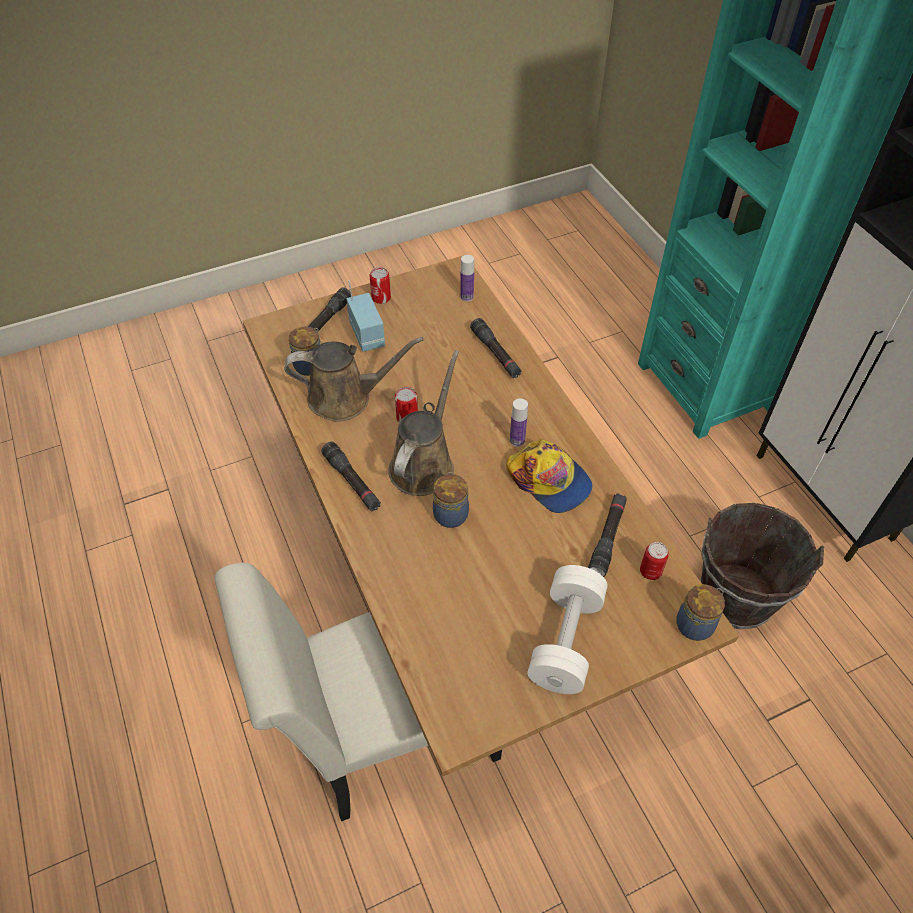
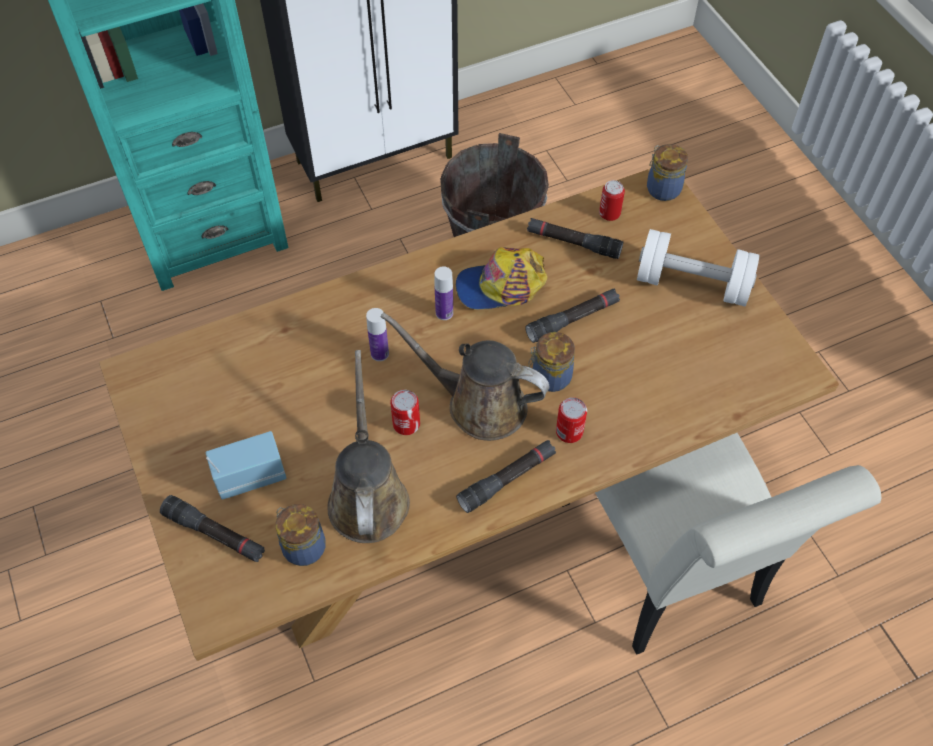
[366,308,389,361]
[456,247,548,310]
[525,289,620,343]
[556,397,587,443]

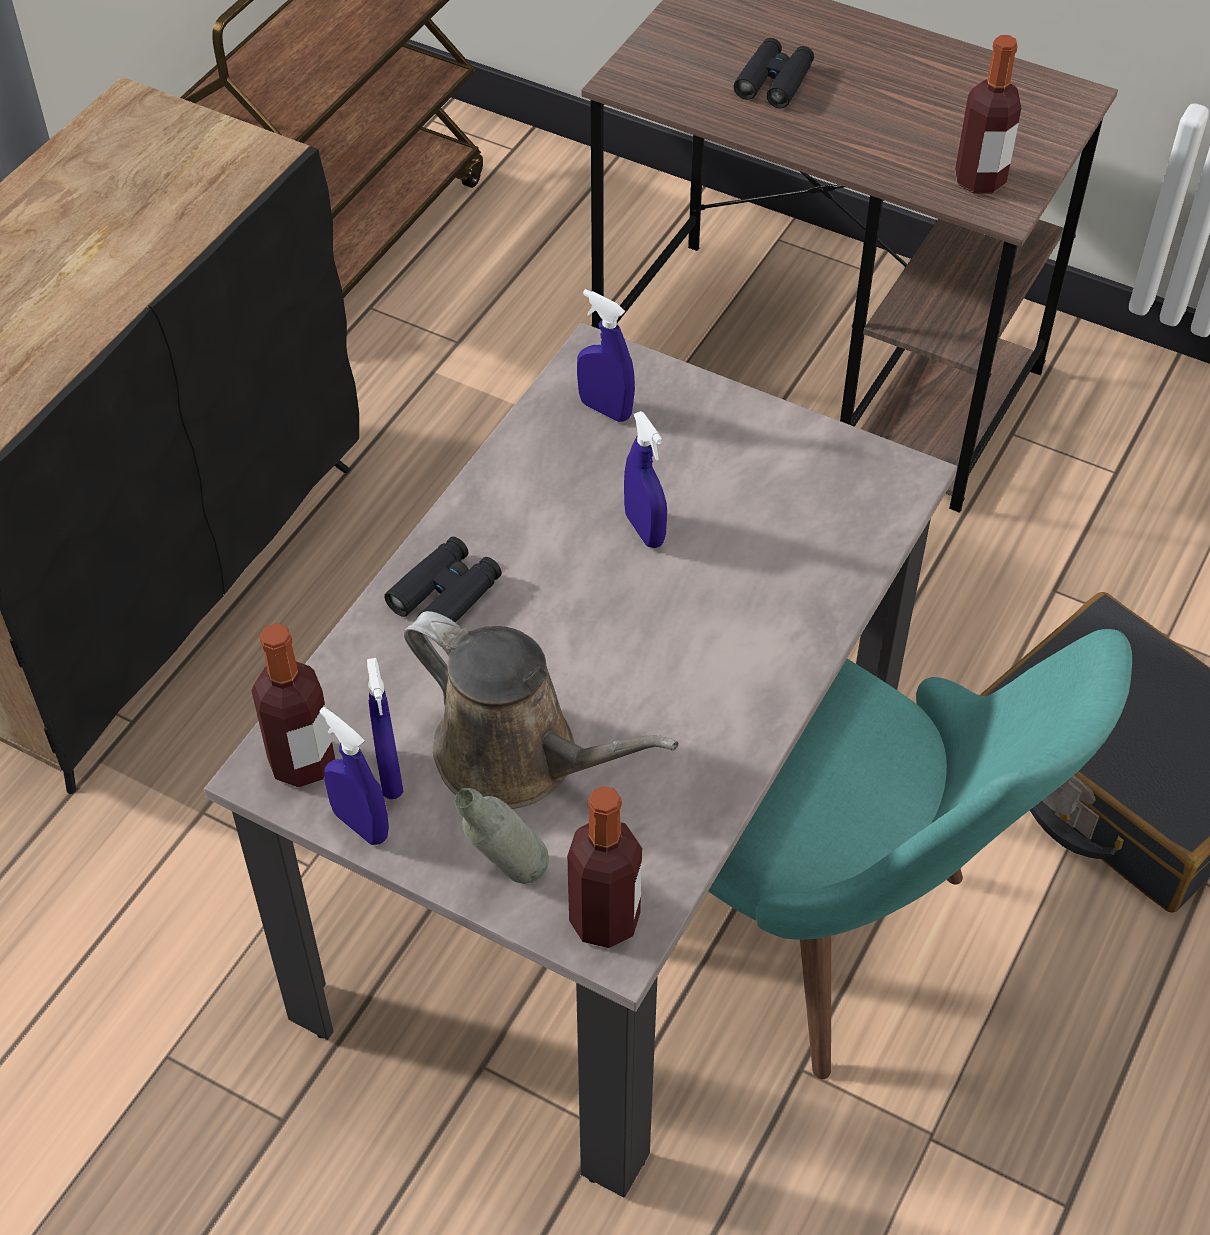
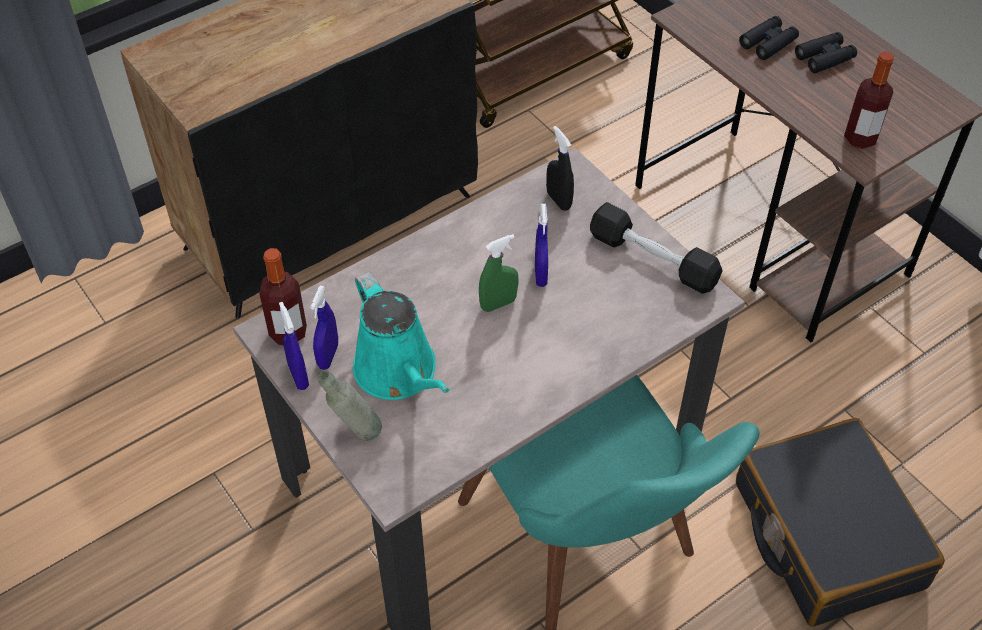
[353,272,450,400]
[479,234,518,312]
[546,126,574,211]
[590,202,723,294]
[795,32,857,73]
[567,786,642,948] (first image)

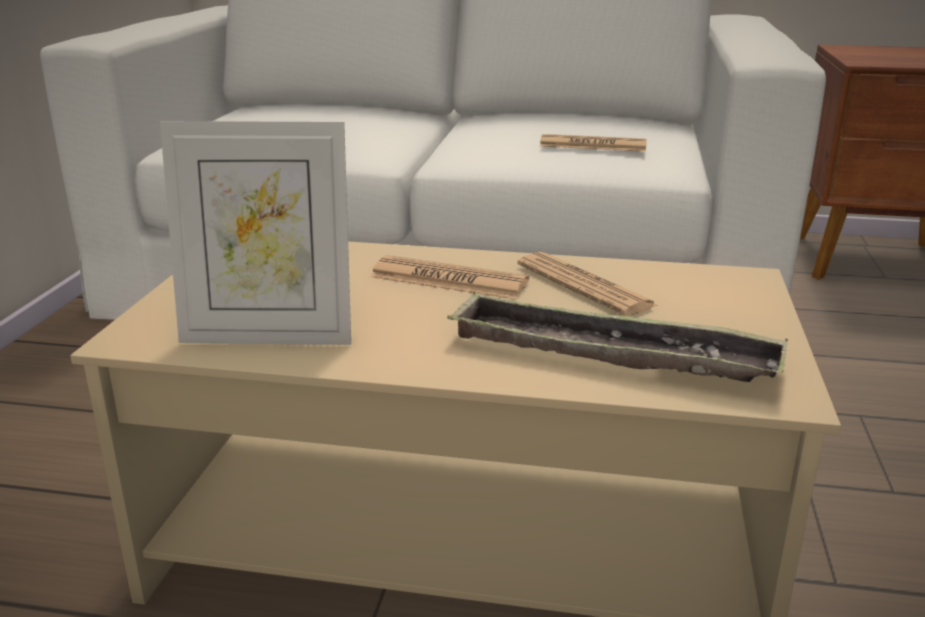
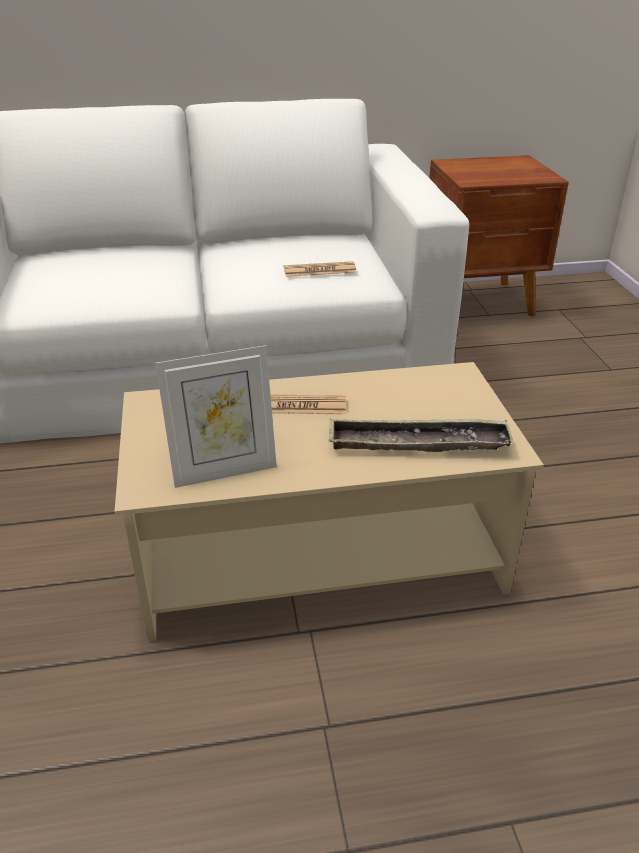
[517,252,659,316] (first image)

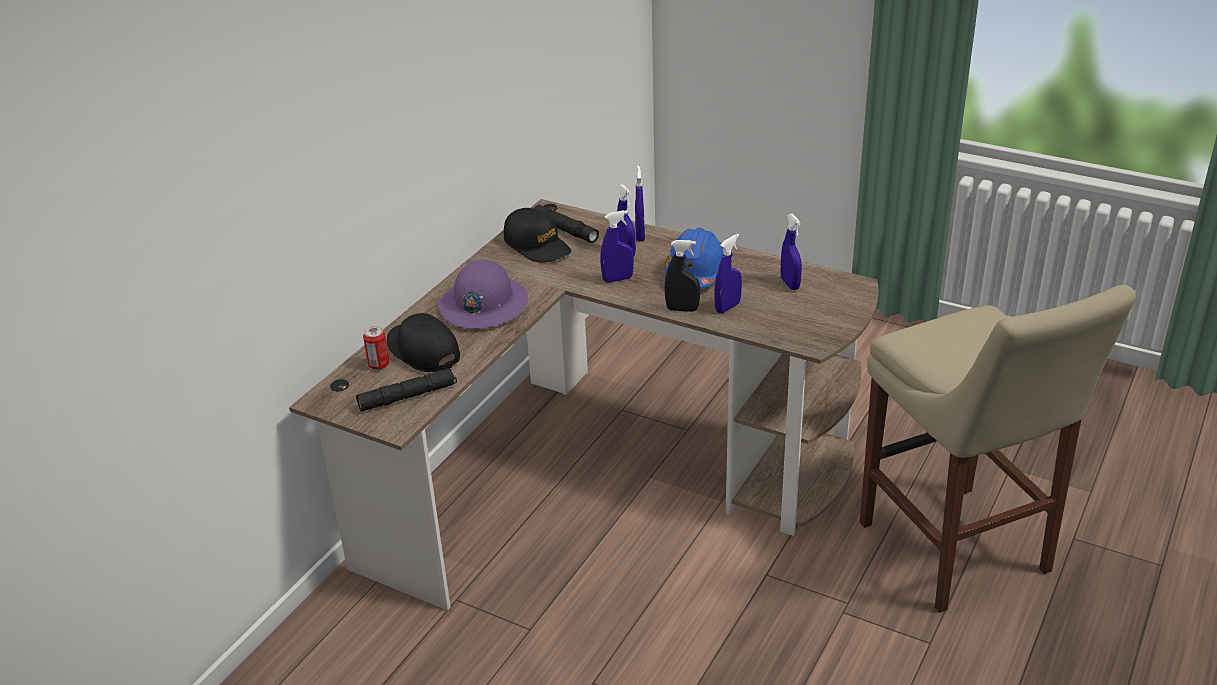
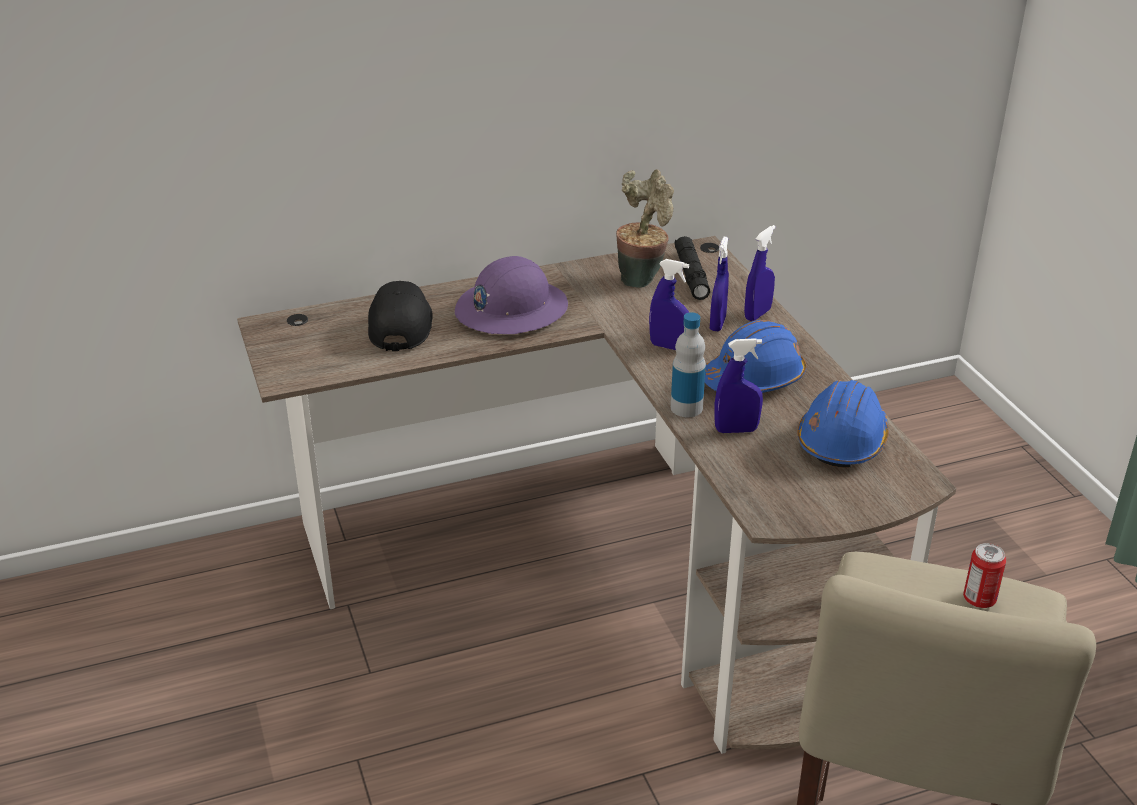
[616,169,674,288]
[671,312,706,417]
[797,380,889,468]
[963,543,1006,608]
[356,368,457,412] (first image)

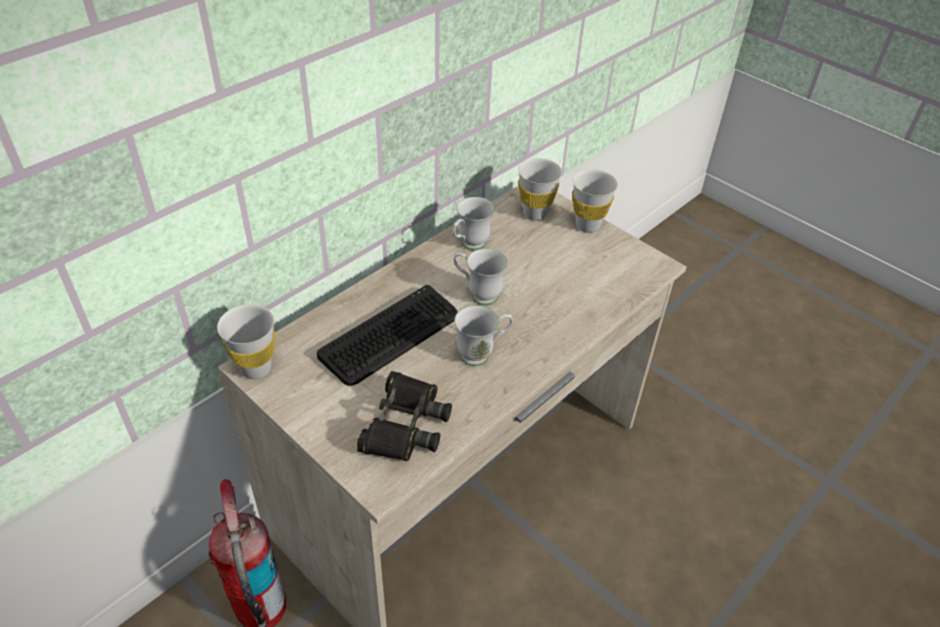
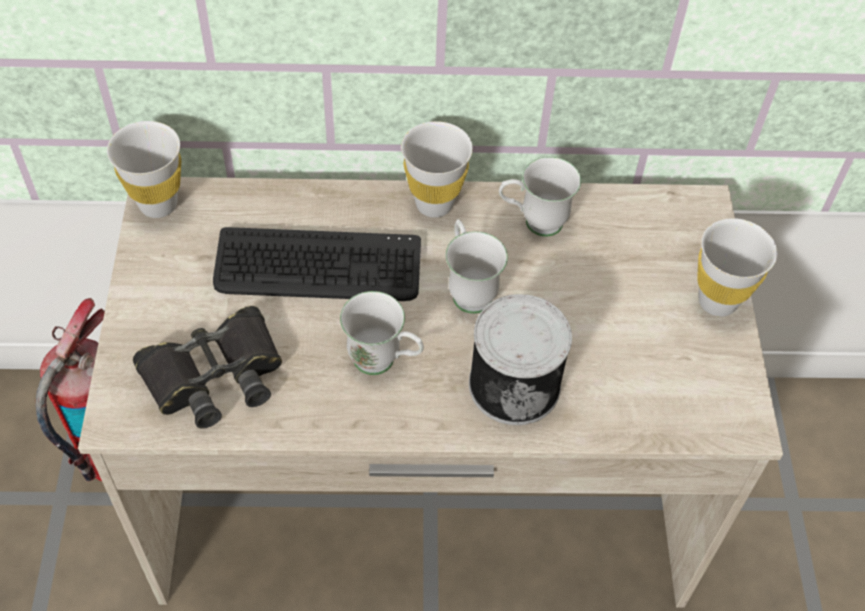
[401,121,473,218]
[469,294,572,425]

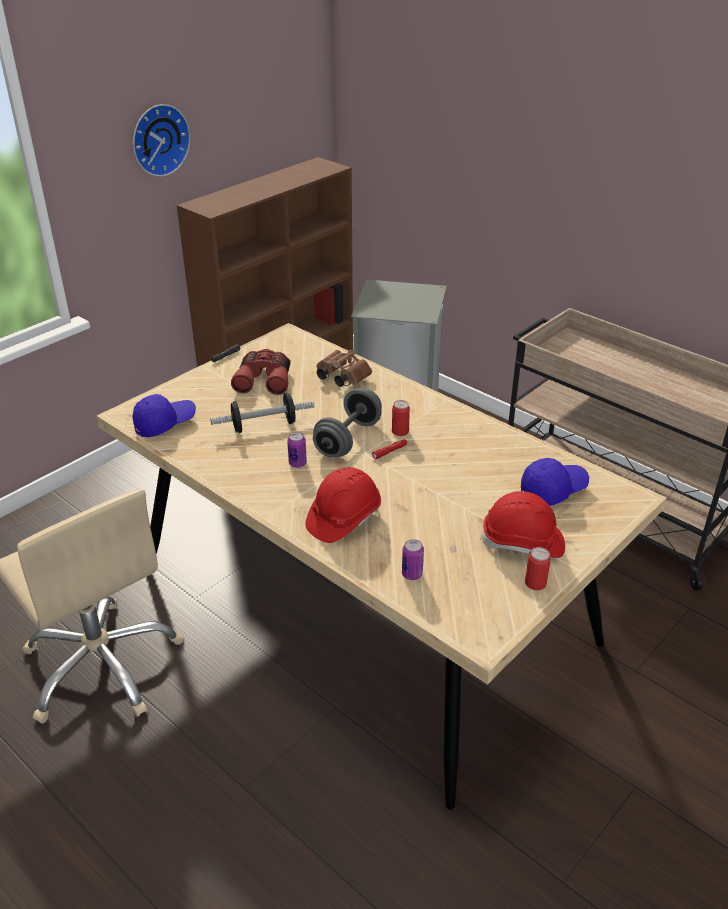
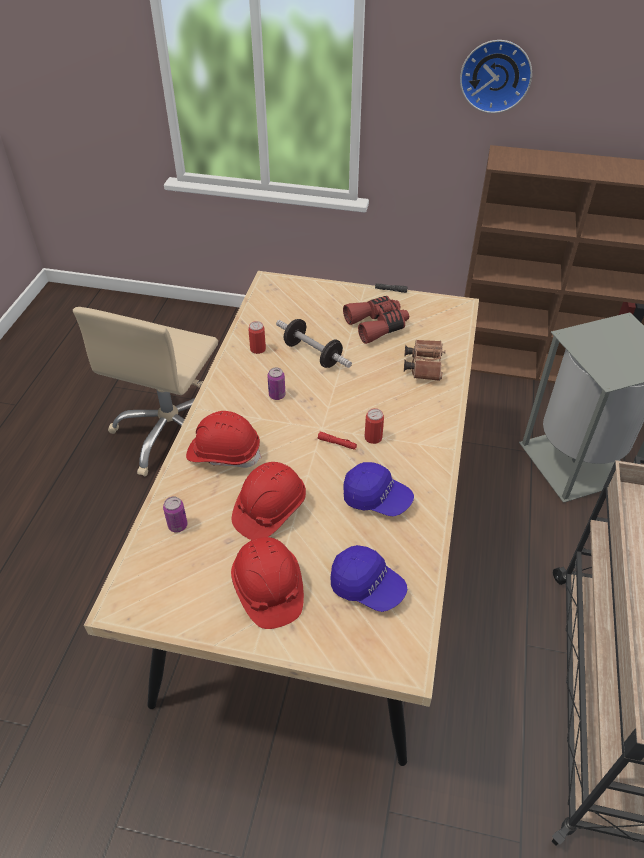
[232,462,306,540]
[248,321,266,354]
[343,462,414,517]
[313,388,382,458] (first image)

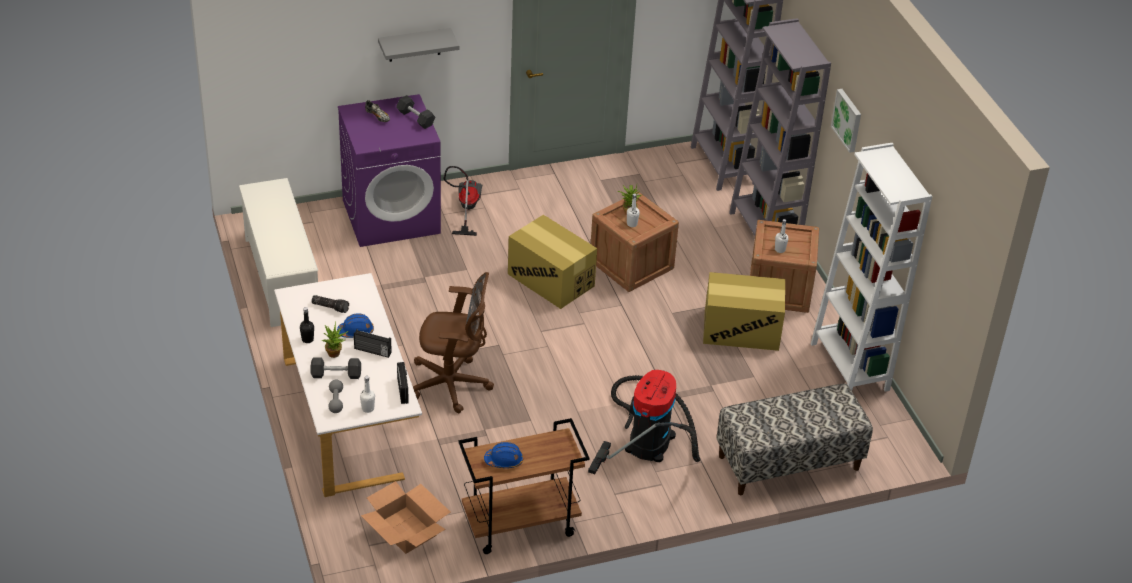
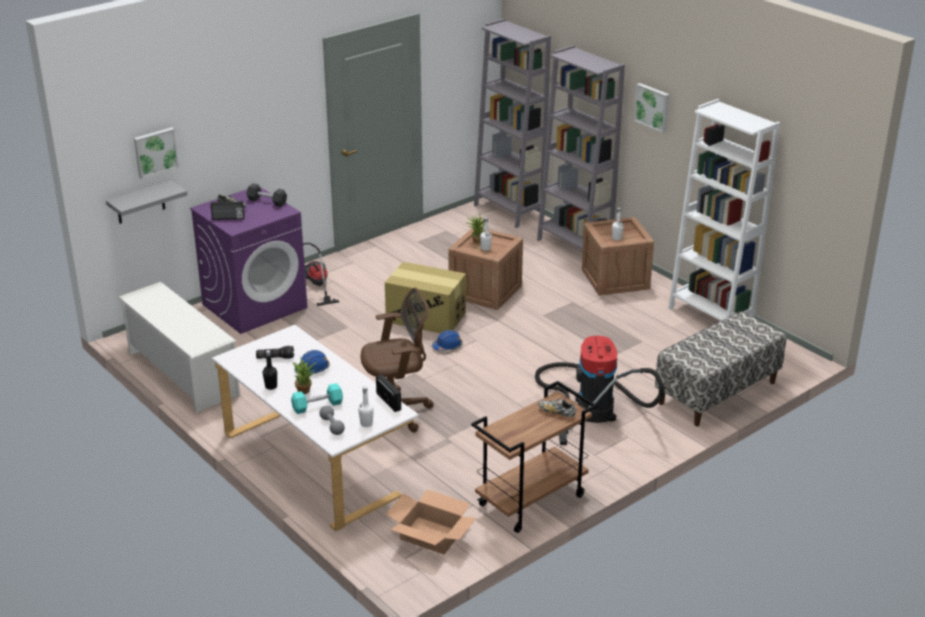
[106,181,188,224]
[134,127,179,179]
[211,201,244,220]
[291,383,343,414]
[432,330,463,351]
[538,399,576,417]
[703,272,785,351] (first image)

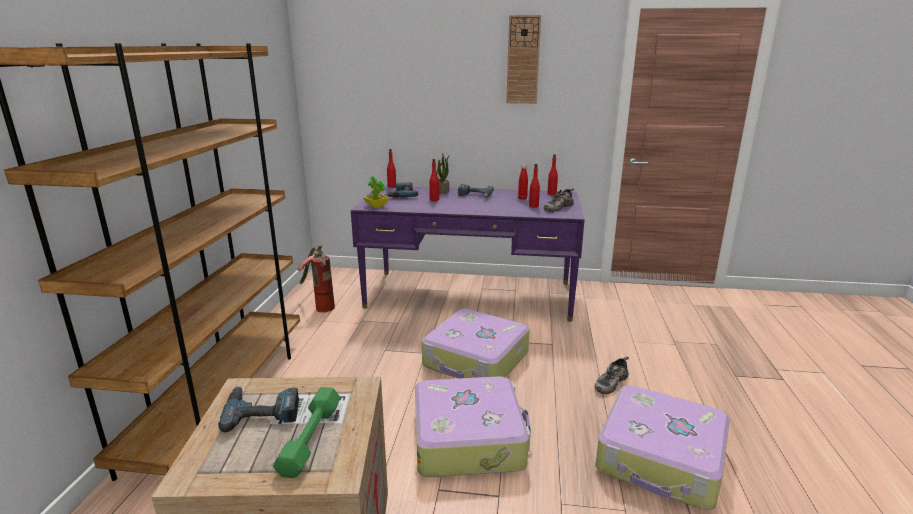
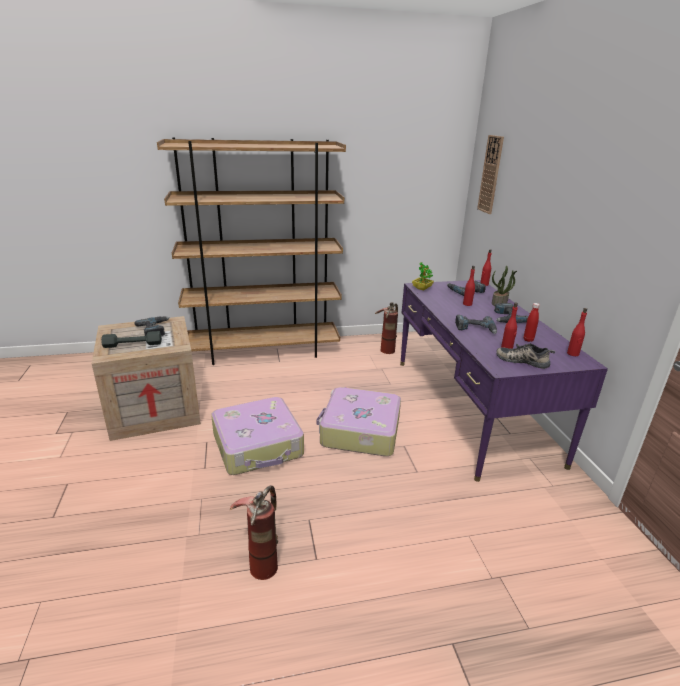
[101,331,162,348]
[230,485,278,580]
[455,315,497,334]
[477,135,504,214]
[595,356,629,394] (first image)

